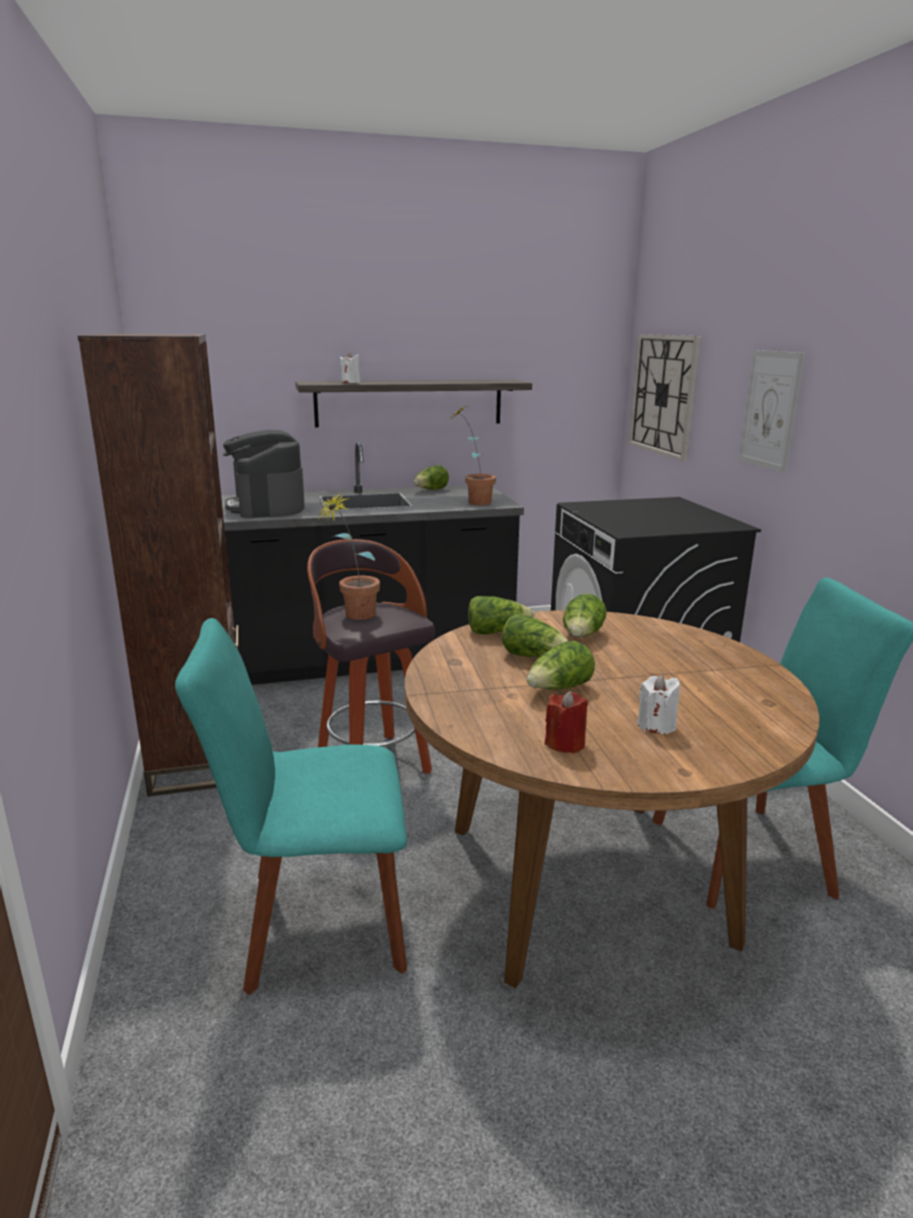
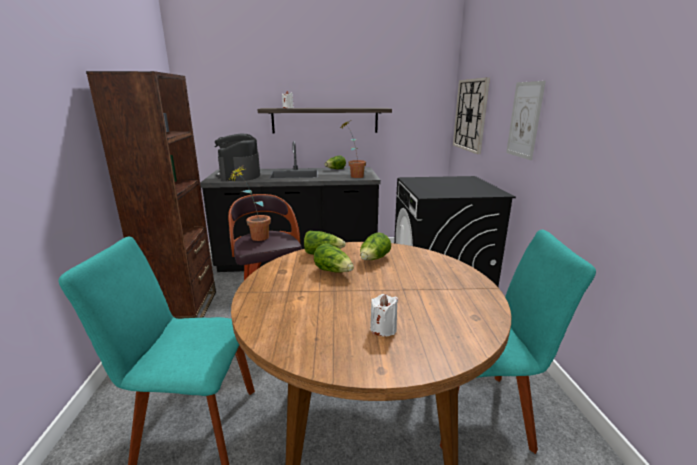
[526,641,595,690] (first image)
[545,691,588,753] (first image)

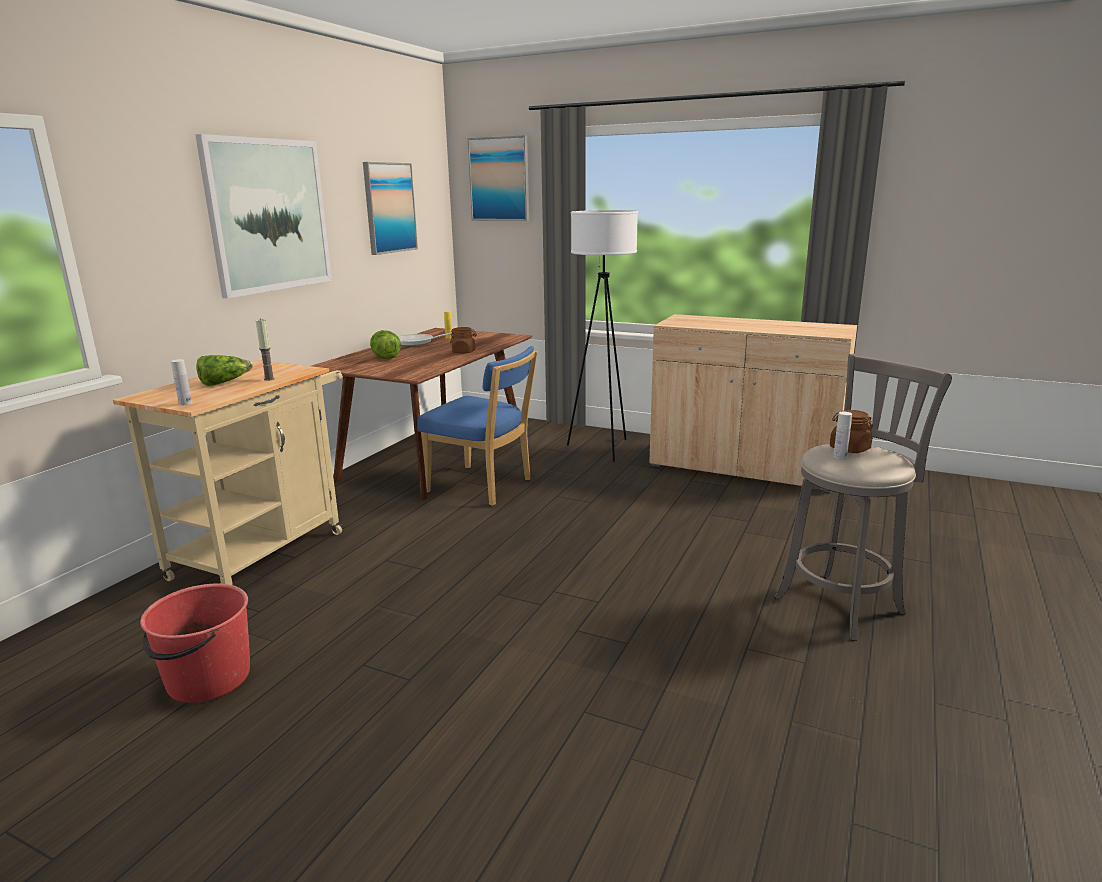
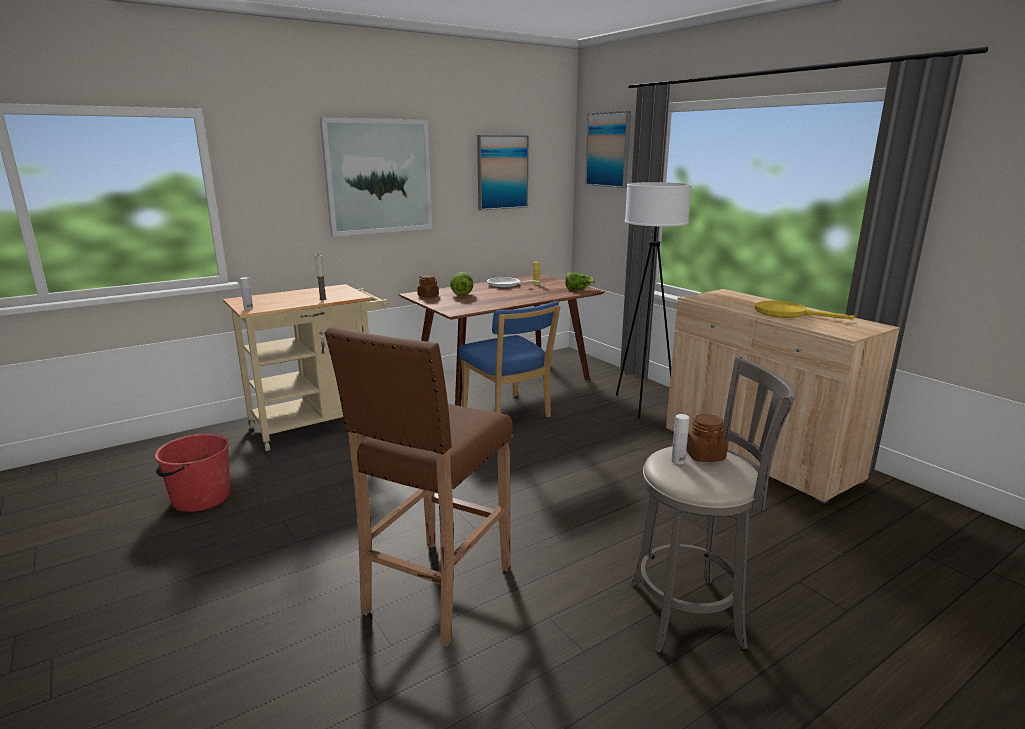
[324,327,513,647]
[417,275,439,298]
[565,272,595,290]
[755,301,855,320]

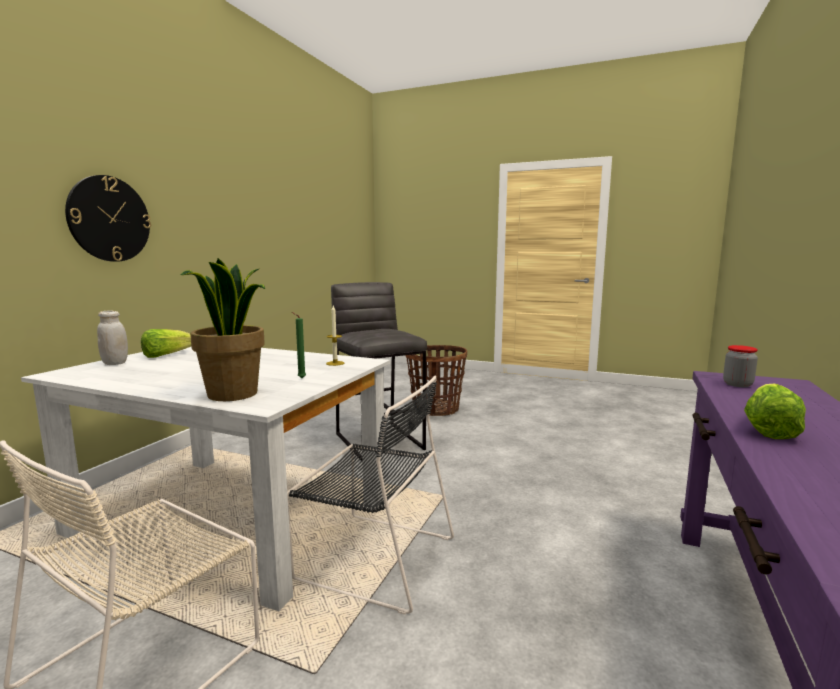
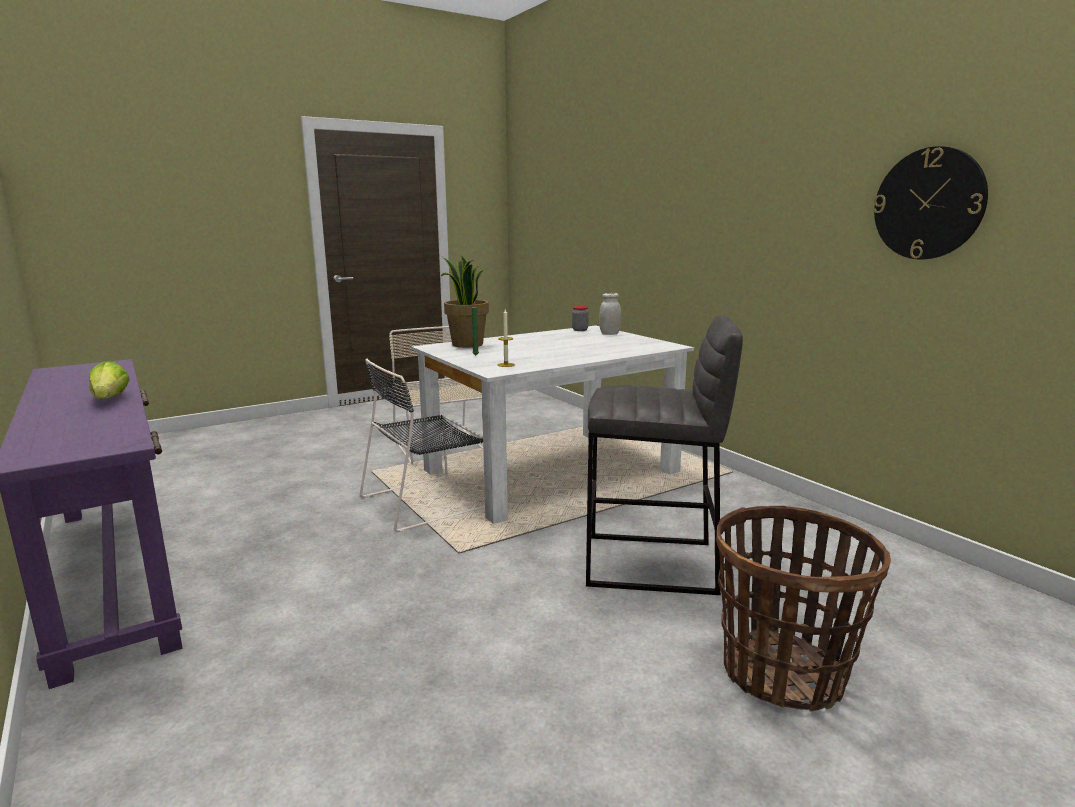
[572,306,589,331]
[873,146,988,259]
[141,329,191,358] (first image)

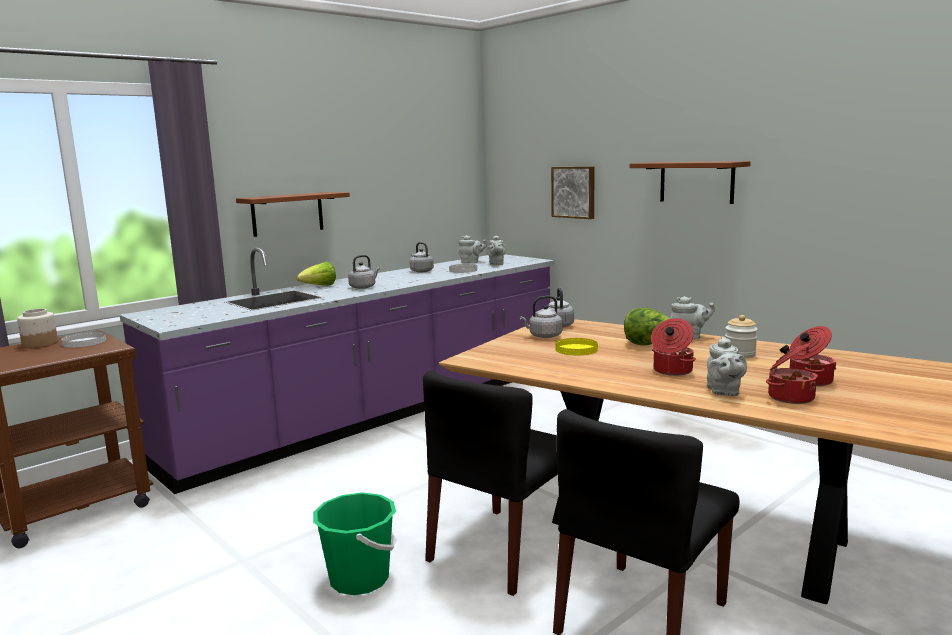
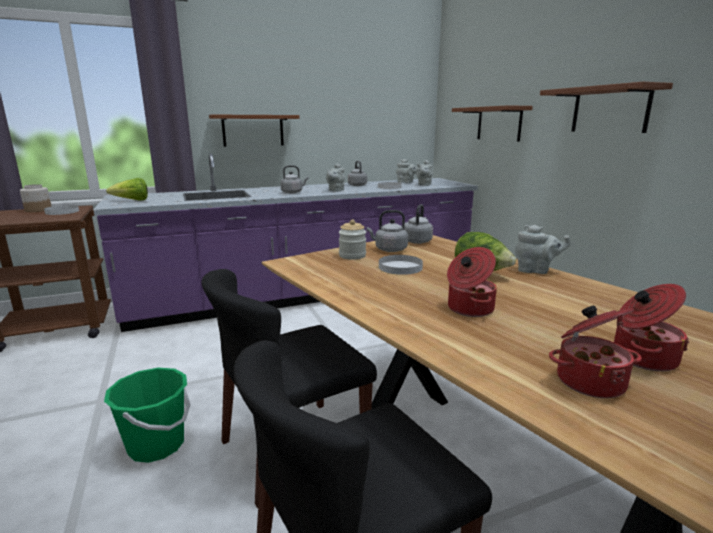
[106,178,148,201]
[326,164,345,192]
[339,219,366,260]
[379,255,423,275]
[452,105,533,142]

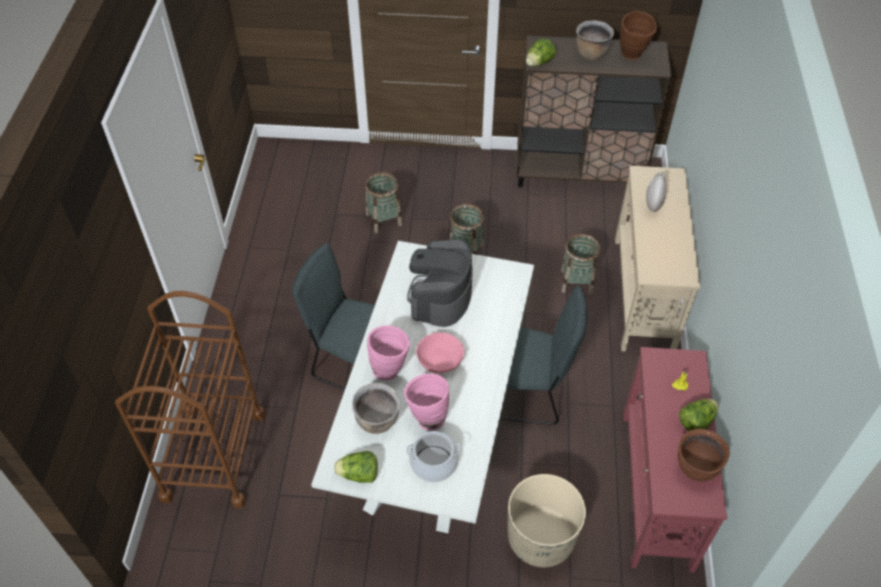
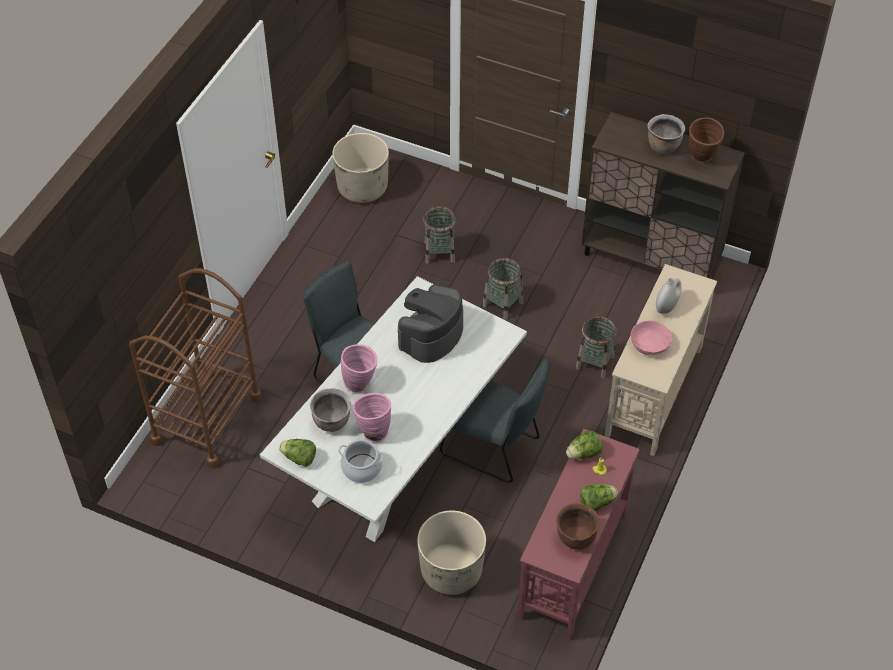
[332,133,389,203]
[566,431,603,459]
[631,321,672,355]

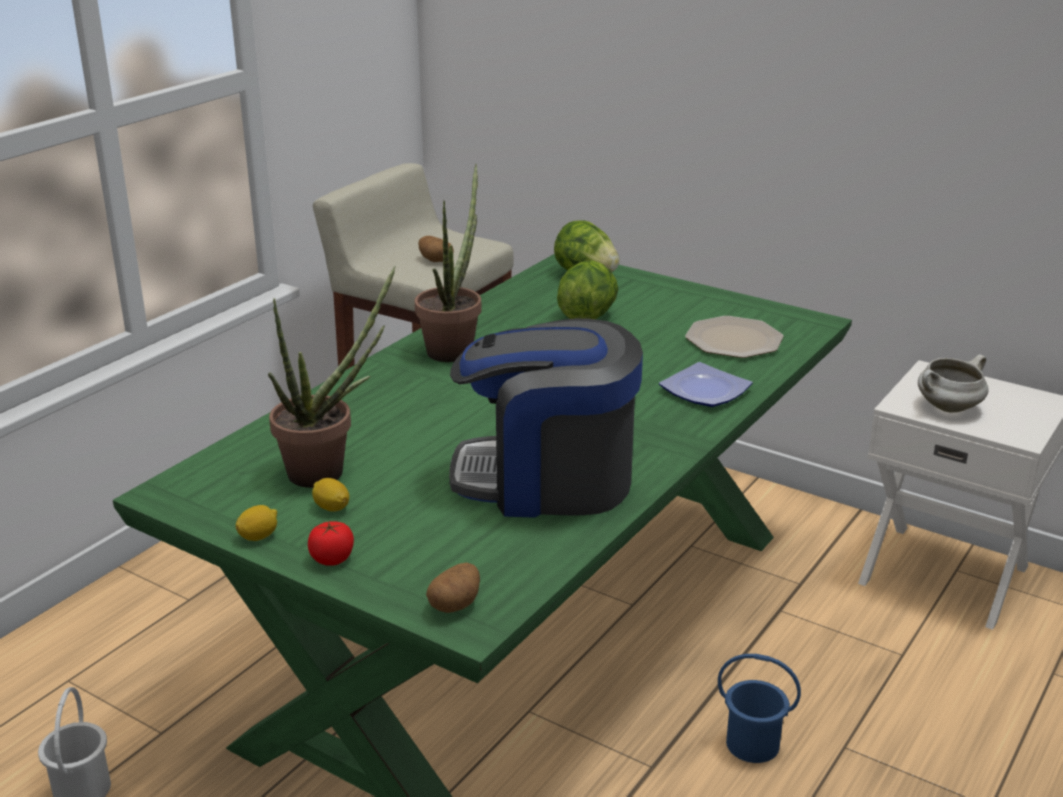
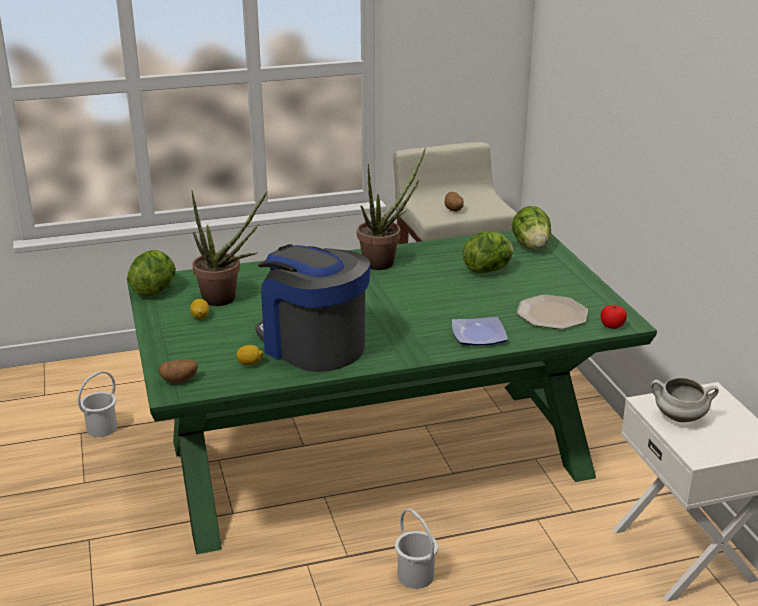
[127,250,176,297]
[236,345,263,366]
[395,509,438,589]
[600,305,627,329]

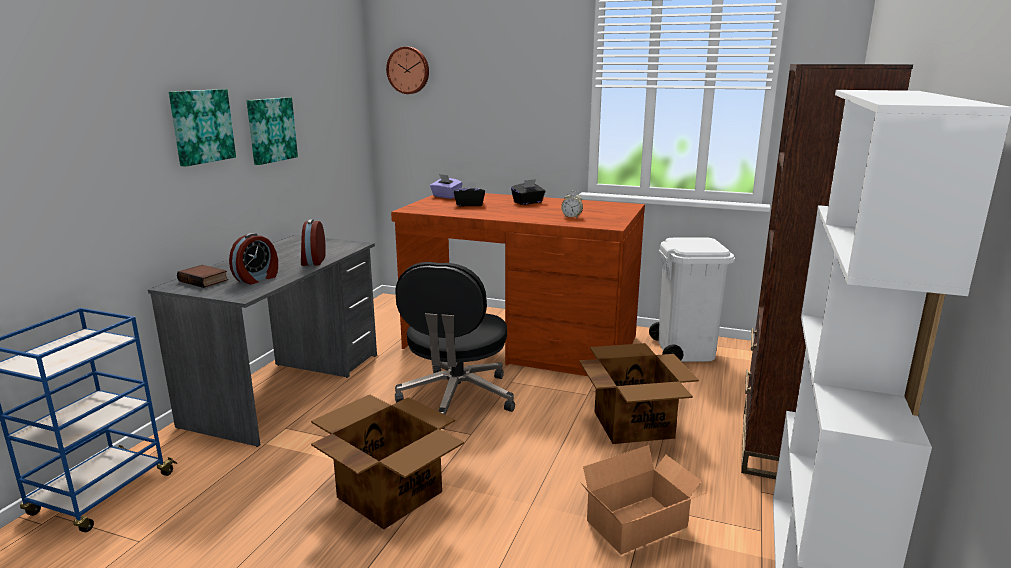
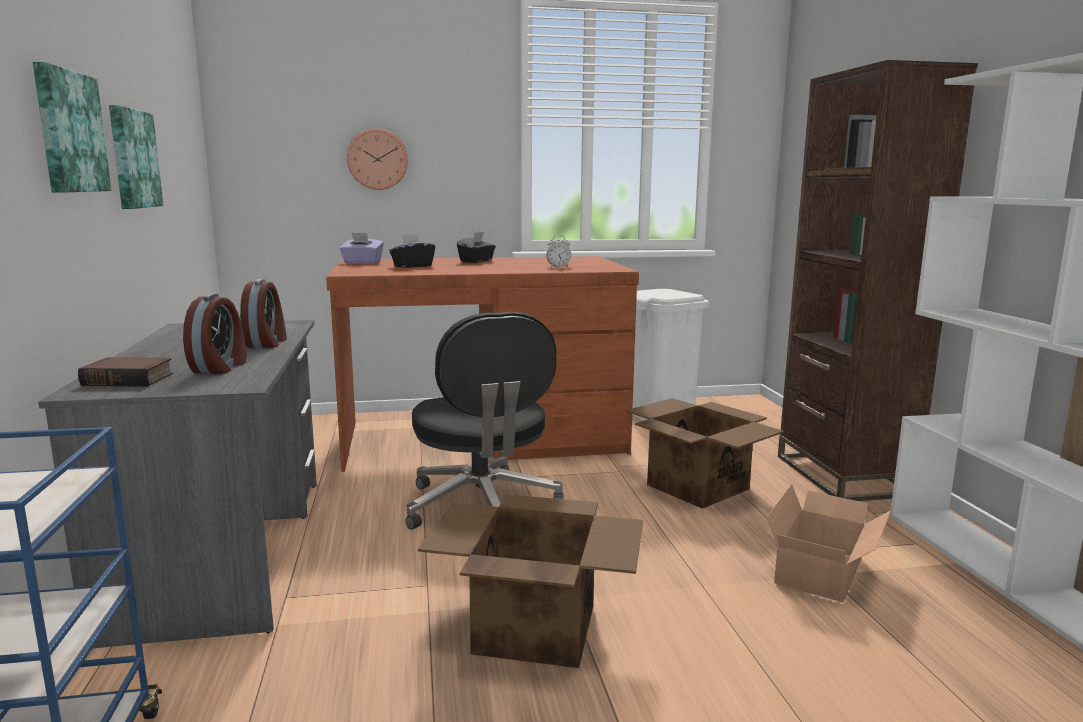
[240,279,287,348]
[347,128,408,190]

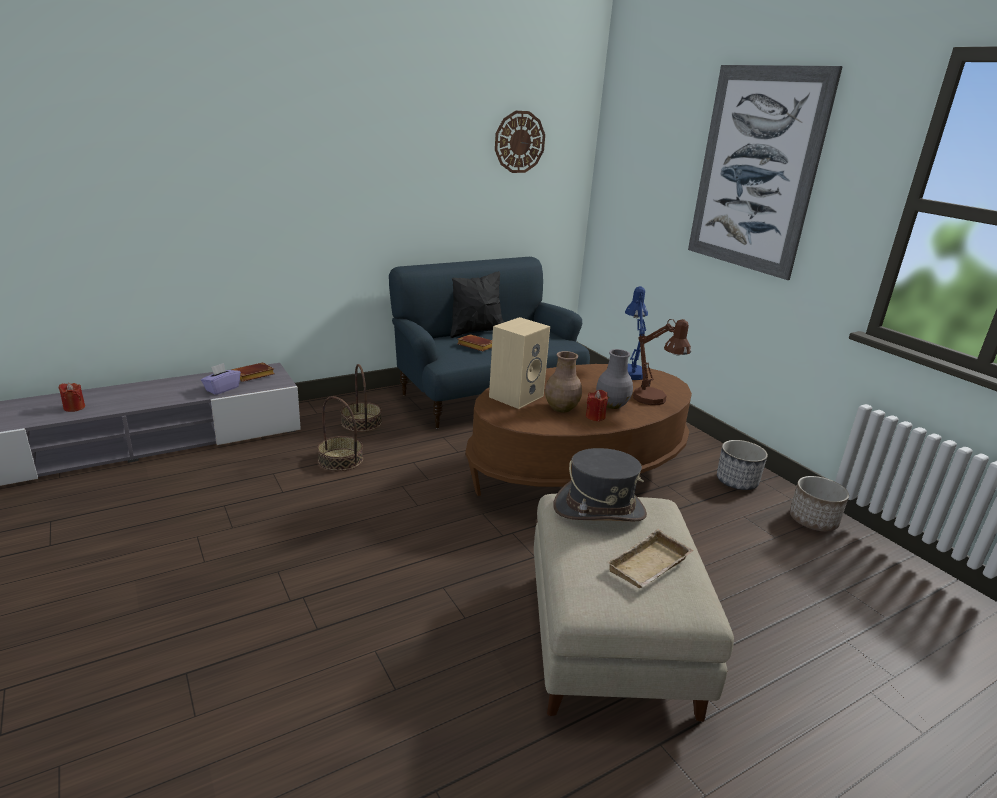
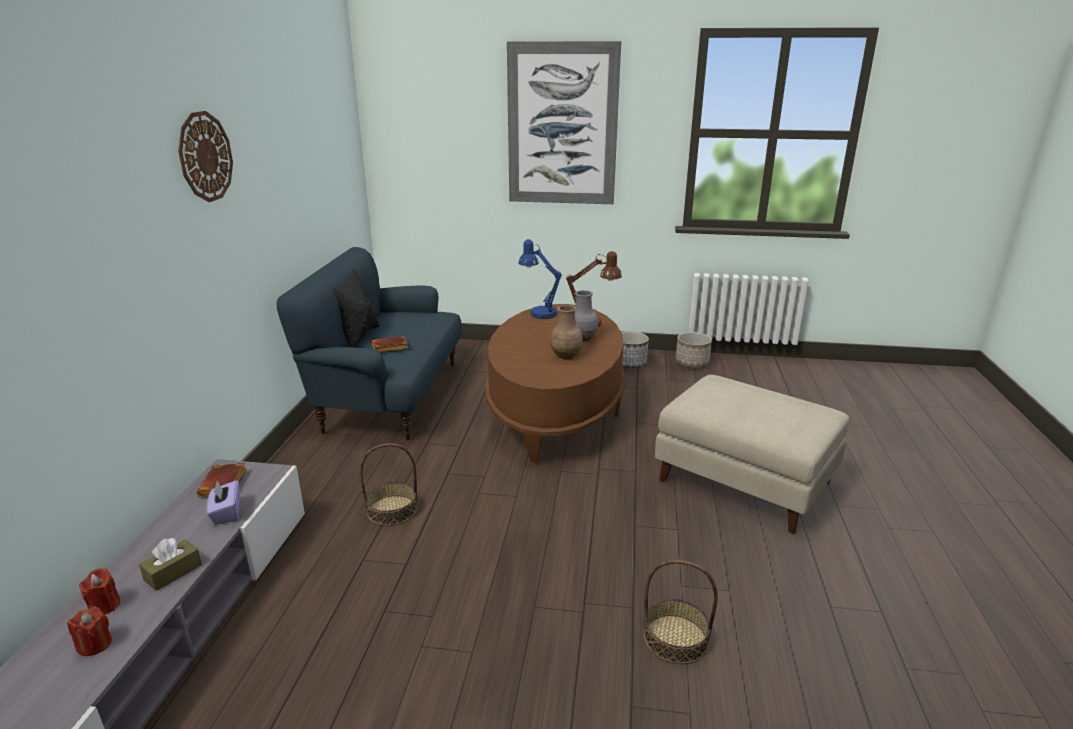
[79,568,121,614]
[139,538,202,591]
[178,111,233,202]
[644,560,718,664]
[489,317,550,409] (first image)
[553,448,647,521] (first image)
[607,529,693,588] (first image)

